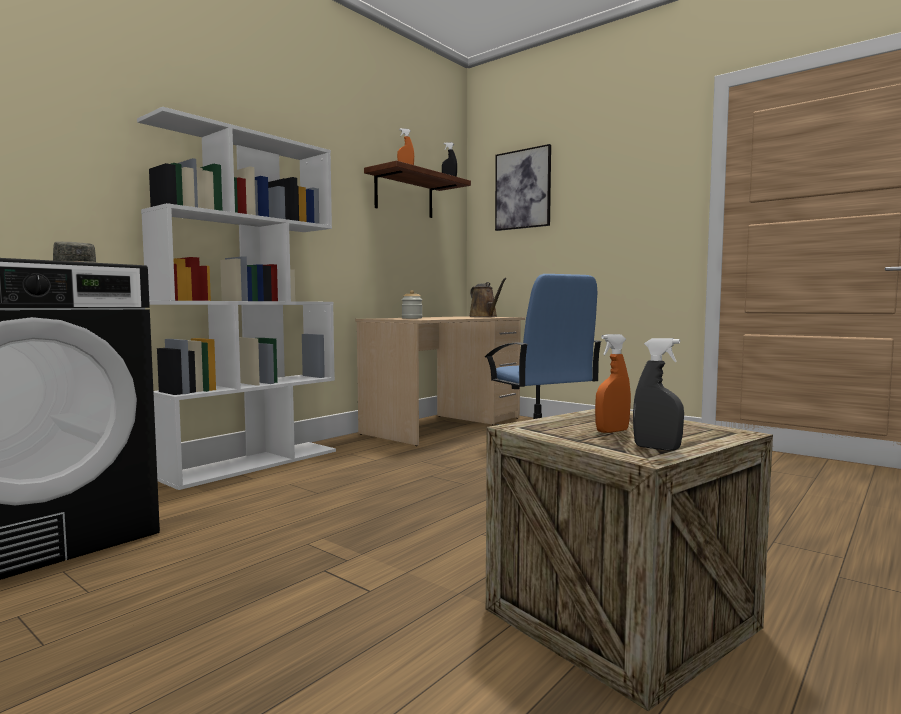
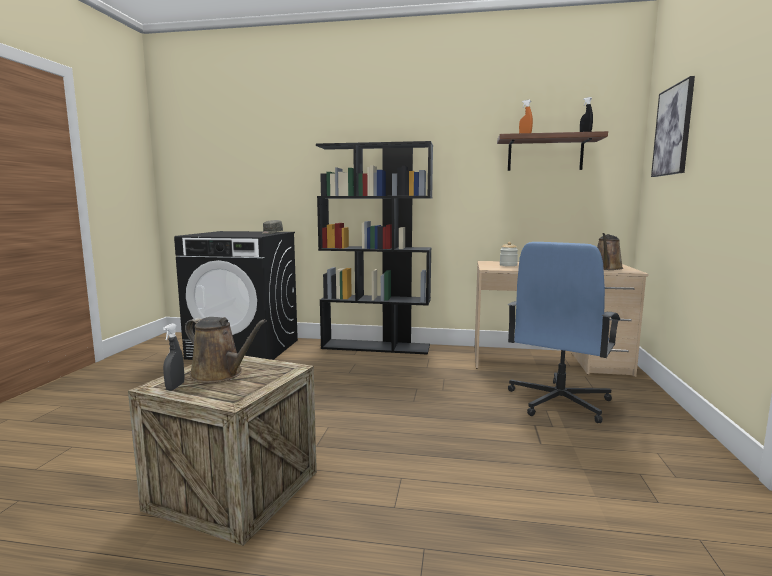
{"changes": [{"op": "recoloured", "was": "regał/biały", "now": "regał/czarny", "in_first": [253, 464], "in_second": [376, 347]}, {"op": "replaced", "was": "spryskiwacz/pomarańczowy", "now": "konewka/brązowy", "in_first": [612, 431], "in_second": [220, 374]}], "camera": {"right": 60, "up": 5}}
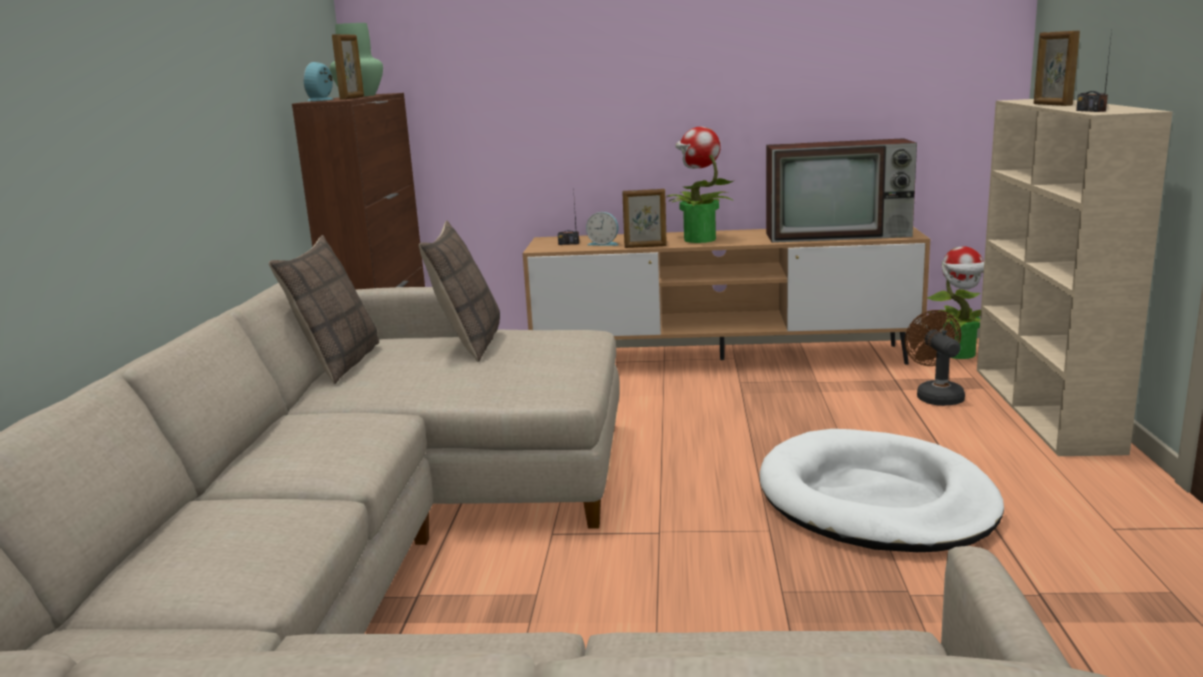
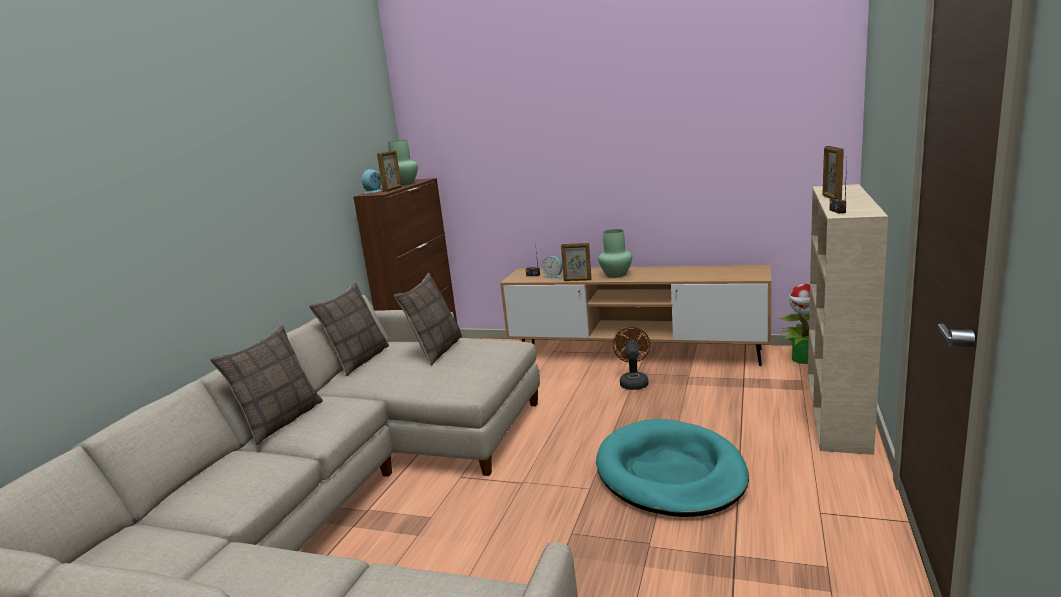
{"changes": [{"op": "replaced", "was": "roślina doniczkowa", "now": "wazon/zielony", "in_first": [699, 239], "in_second": [616, 275]}, {"op": "recoloured", "was": "legowisko/biały", "now": "legowisko/turkusowy", "in_first": [875, 500], "in_second": [670, 473]}, {"op": "removed", "was": "telewizor", "in_first": [840, 235]}, {"op": "moved", "was": "wentylator/brązowy", "in_first": [936, 396], "in_second": [633, 382]}, {"op": "added", "now": "poduszka", "in_second": [280, 421]}], "camera": {"right": 15, "up": 0}}
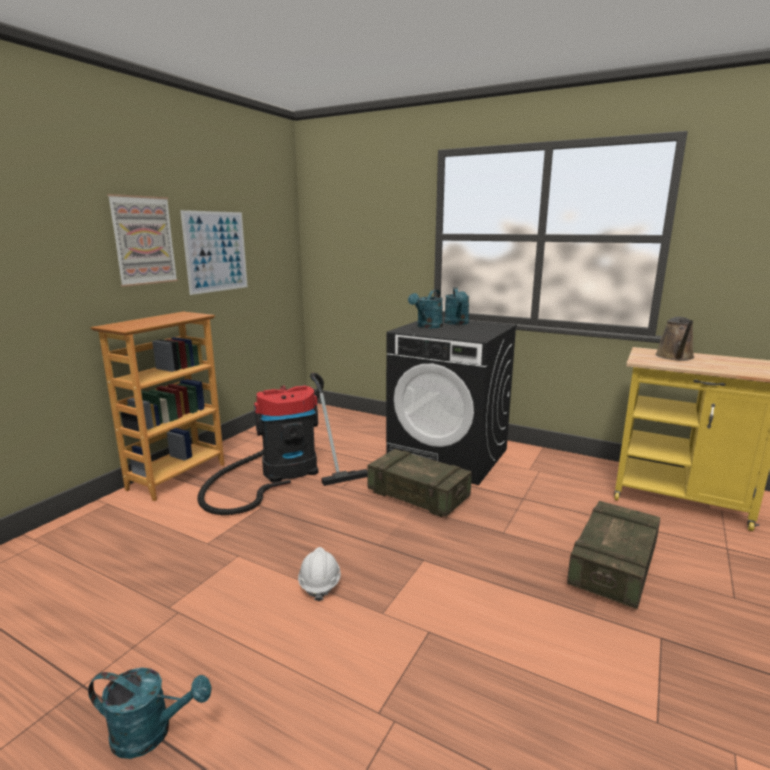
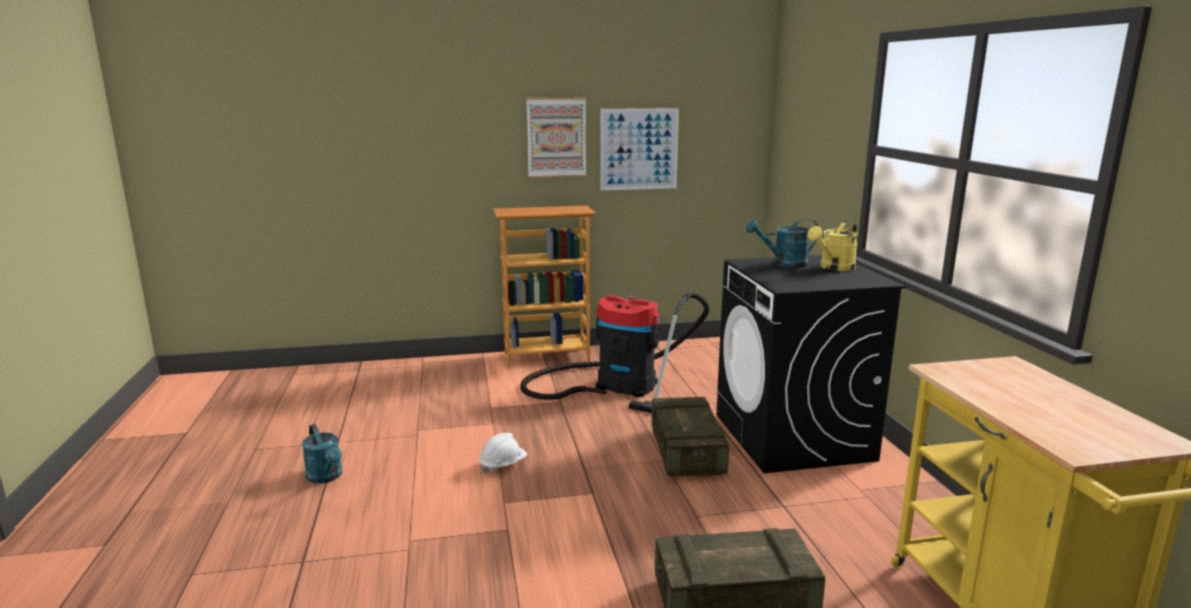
{"changes": [{"op": "recoloured", "was": "konewka/turkusowy", "now": "konewka/żółty", "in_first": [457, 323], "in_second": [833, 268]}, {"op": "removed", "was": "konewka/brązowy", "in_first": [675, 357]}], "camera": {"right": 50, "up": 0}}
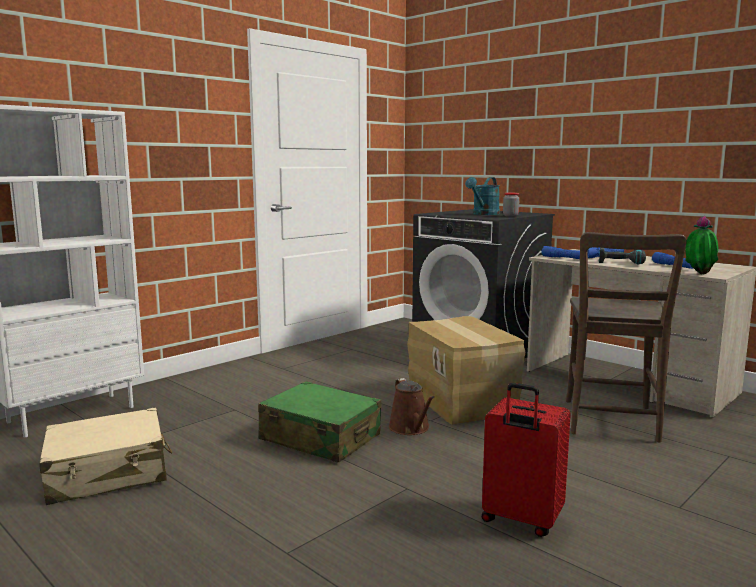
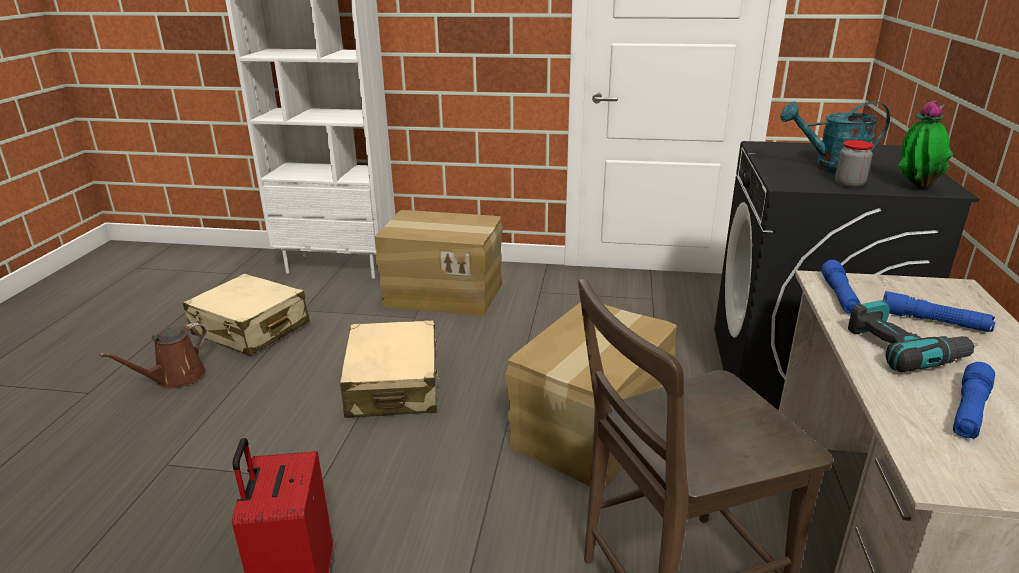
{"changes": [{"op": "recoloured", "was": "walizka/zielony", "now": "walizka/beżowy", "in_first": [320, 438], "in_second": [393, 385]}, {"op": "moved", "was": "konewka/brązowy", "in_first": [411, 428], "in_second": [176, 378]}, {"op": "moved", "was": "roślina doniczkowa", "in_first": [698, 274], "in_second": [915, 187]}, {"op": "added", "now": "karton", "in_second": [444, 293]}], "camera": {"right": 55, "up": 15}}
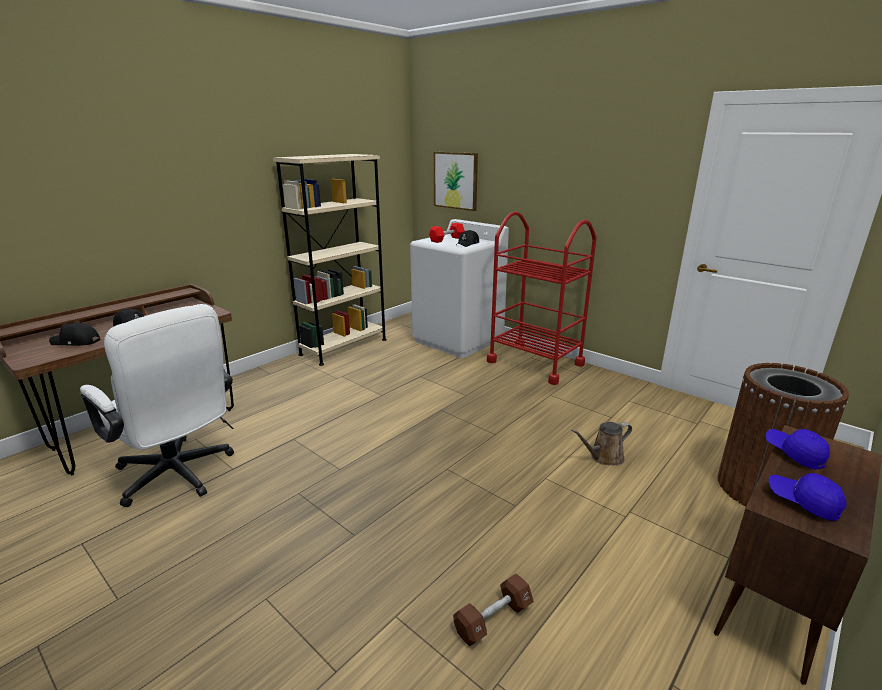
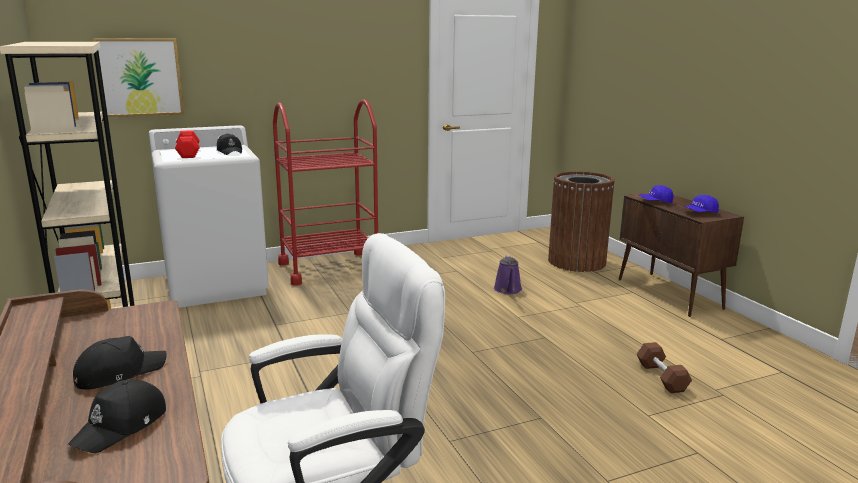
{"changes": [{"op": "recoloured", "was": "konewka/brązowy", "now": "konewka/fioletowy", "in_first": [603, 457], "in_second": [508, 290]}], "camera": {"right": -65, "up": -5}}
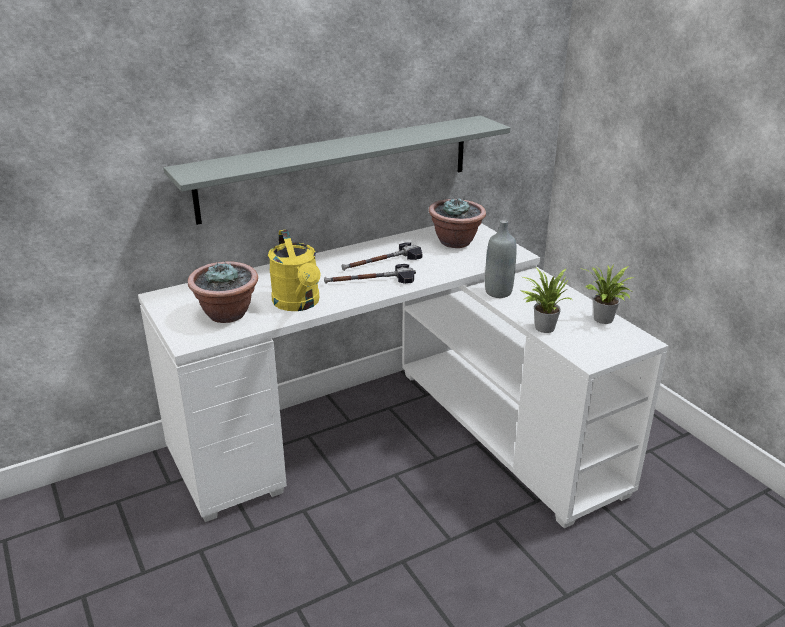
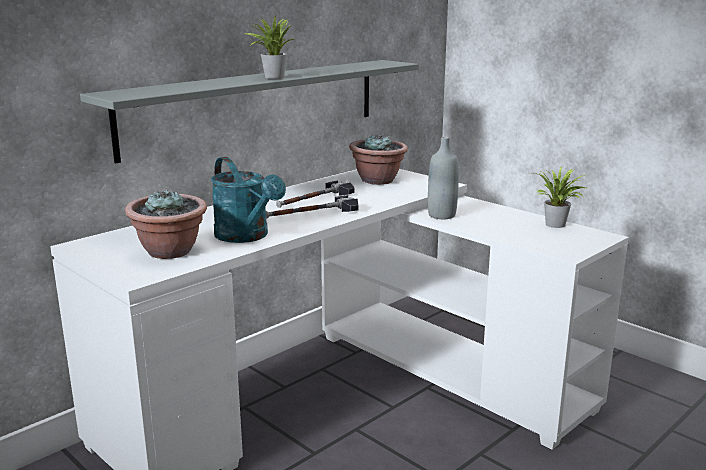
{"changes": [{"op": "recoloured", "was": "konewka/żółty", "now": "konewka/turkusowy", "in_first": [298, 304], "in_second": [247, 236]}, {"op": "moved", "was": "roślina doniczkowa", "in_first": [542, 327], "in_second": [272, 77]}], "camera": {"right": -15, "up": -10}}
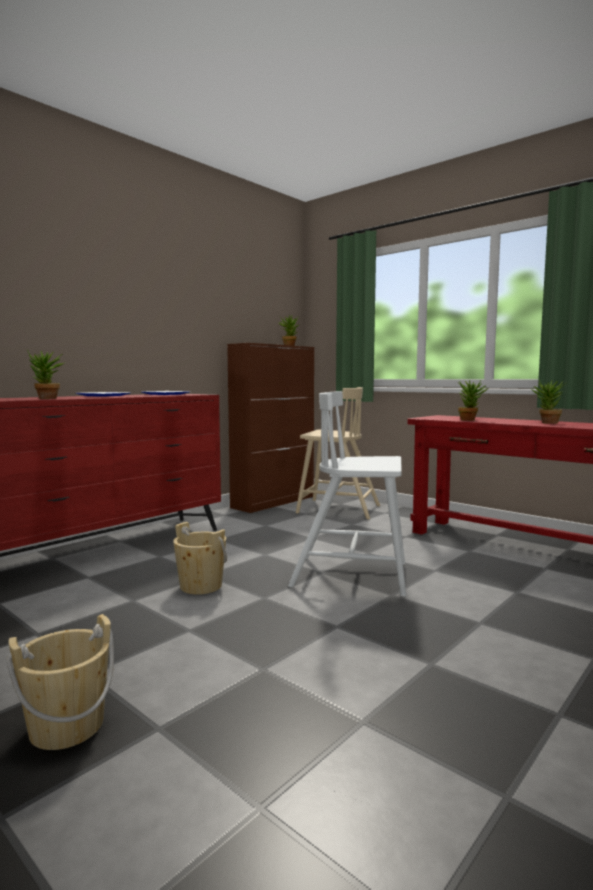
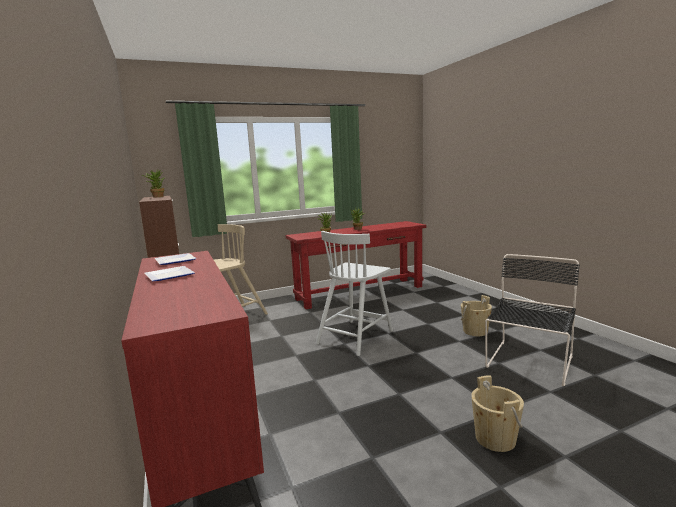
{"changes": [{"op": "removed", "was": "roślina doniczkowa", "in_first": [47, 398]}, {"op": "moved", "was": "wiadro/beżowy", "in_first": [201, 586], "in_second": [475, 331]}, {"op": "added", "now": "krzesło/czarny", "in_second": [529, 363]}], "camera": {"right": -65, "up": 5}}
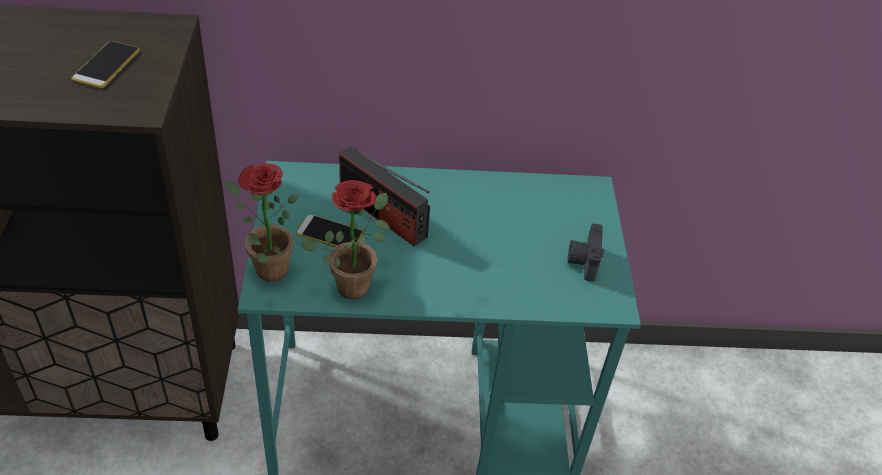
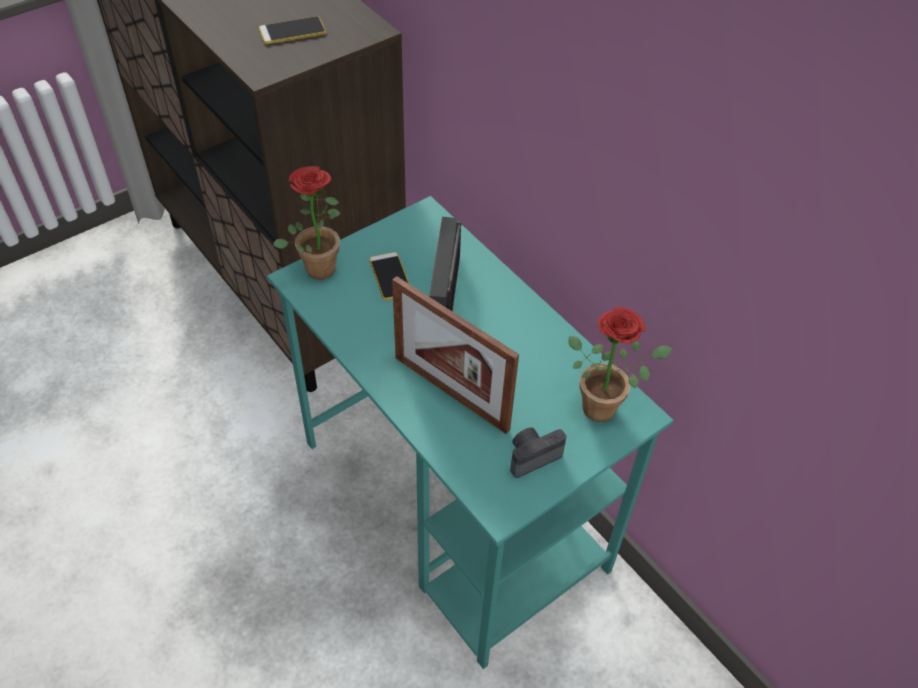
{"changes": [{"op": "moved", "was": "roślina doniczkowa", "in_first": [355, 281], "in_second": [605, 406]}, {"op": "added", "now": "ramka na zdjęcie", "in_second": [451, 393]}], "camera": {"right": 55, "up": 5}}
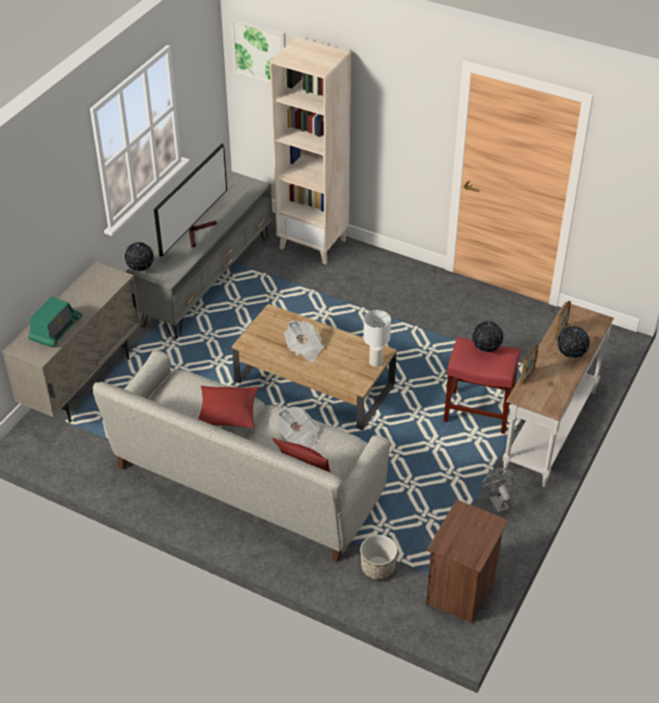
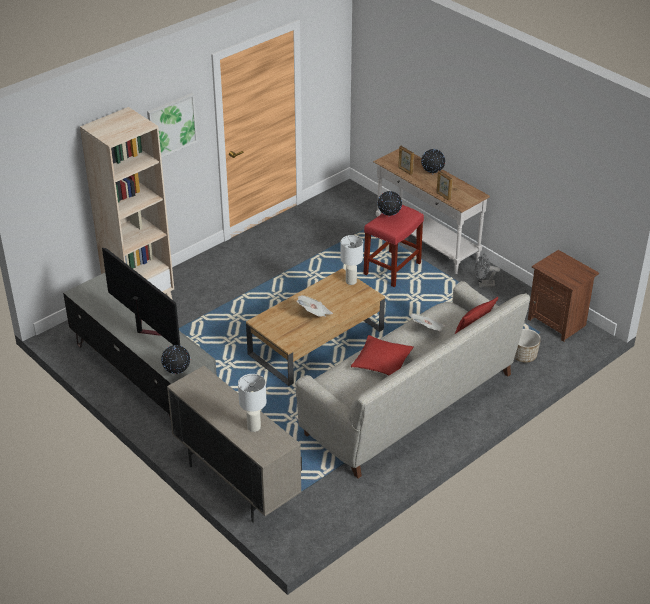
{"changes": [{"op": "replaced", "was": "radio", "now": "lampa stołowa/biały", "in_first": [55, 330], "in_second": [253, 427]}, {"op": "moved", "was": "obraz", "in_first": [260, 51], "in_second": [171, 126]}], "camera": {"right": -70, "up": -5}}
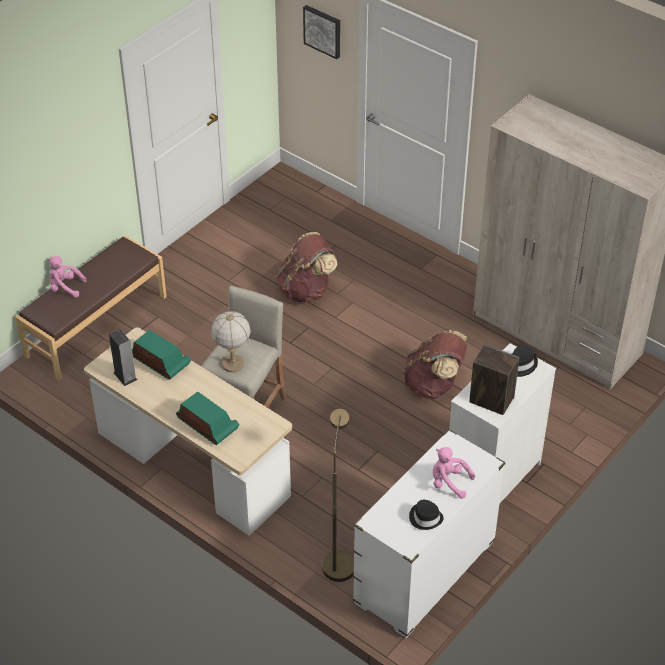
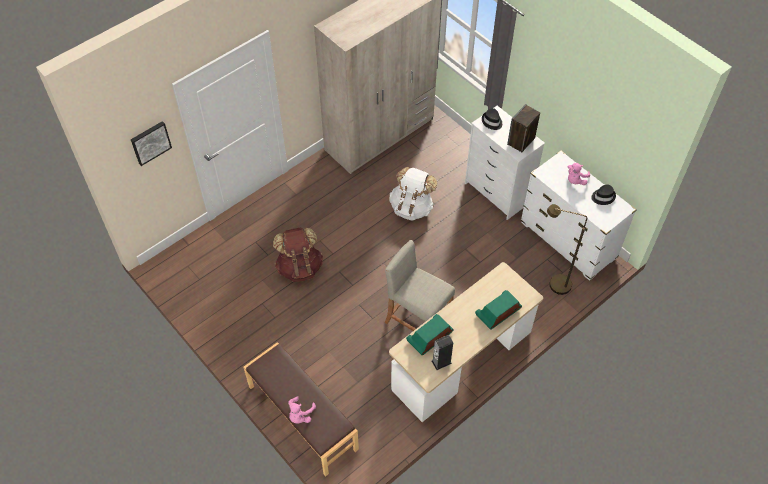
{"changes": [{"op": "removed", "was": "lampa stołowa", "in_first": [232, 364]}, {"op": "recoloured", "was": "plecak/brązowy", "now": "plecak/biały", "in_first": [434, 385], "in_second": [412, 207]}], "camera": {"right": -80, "up": 10}}
